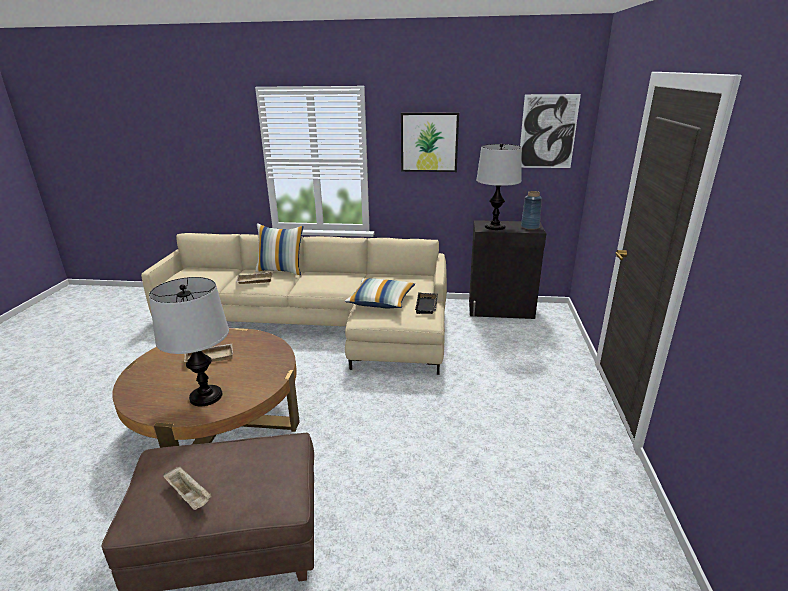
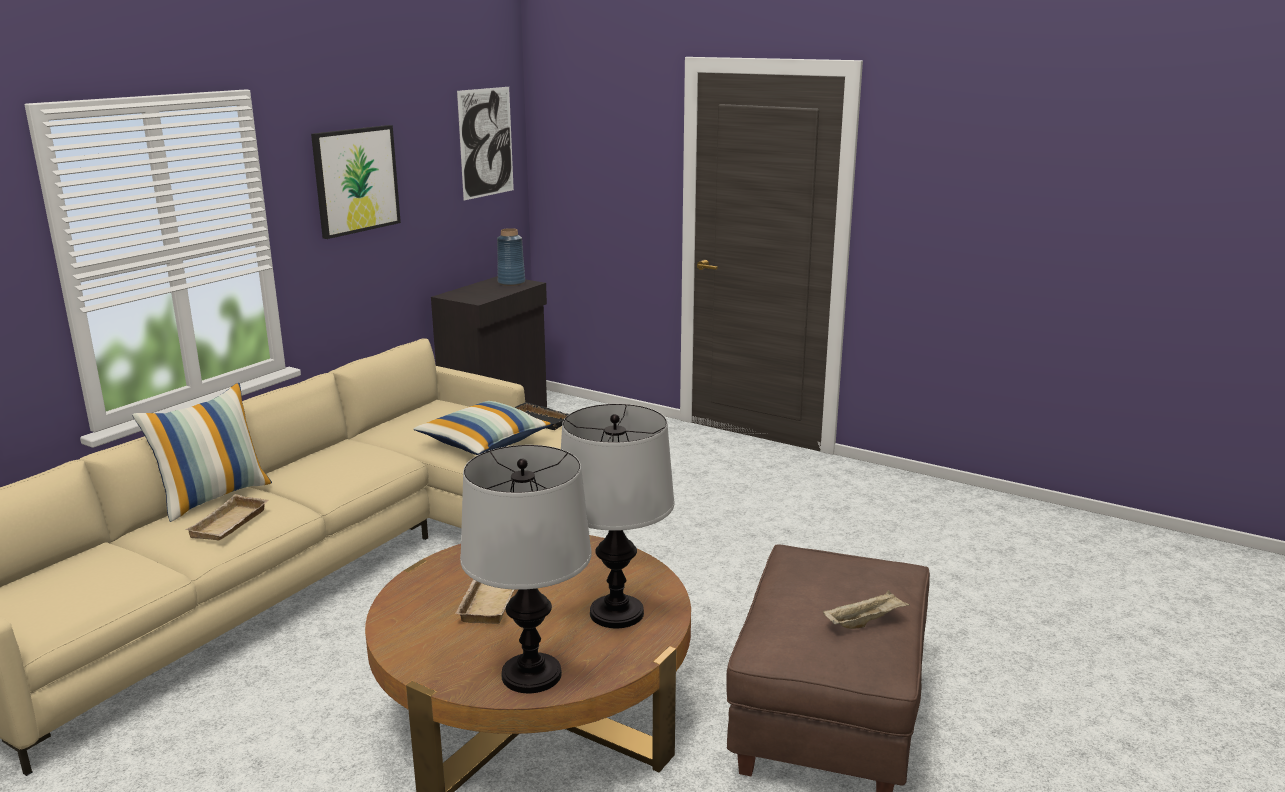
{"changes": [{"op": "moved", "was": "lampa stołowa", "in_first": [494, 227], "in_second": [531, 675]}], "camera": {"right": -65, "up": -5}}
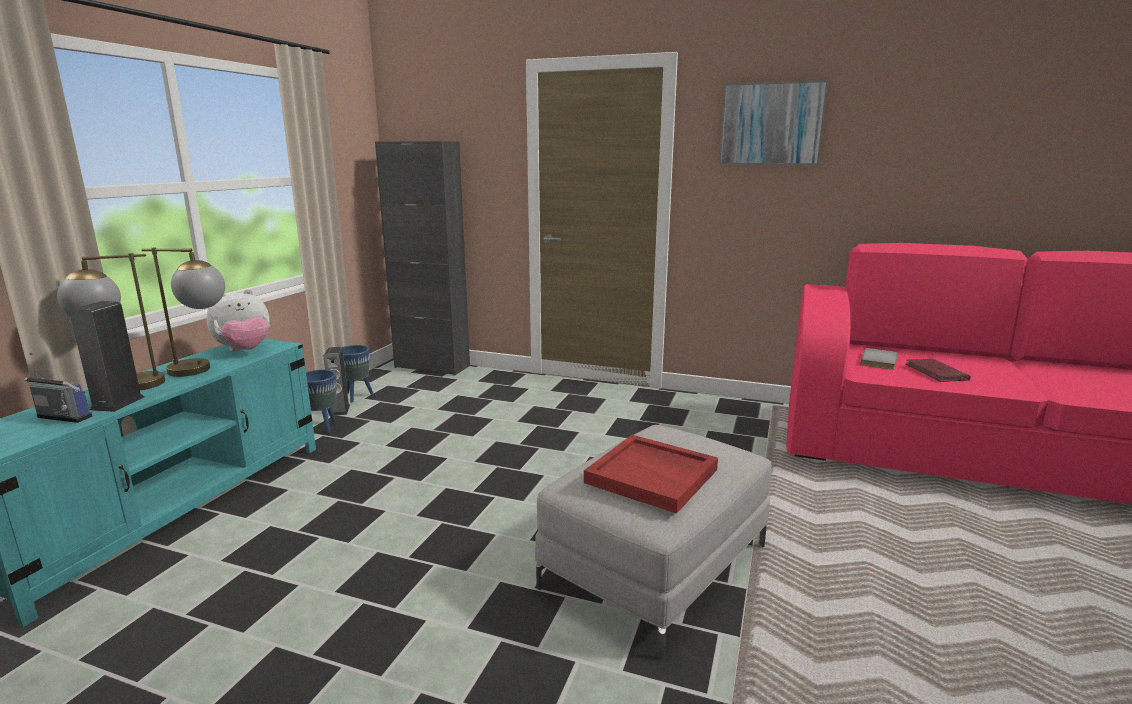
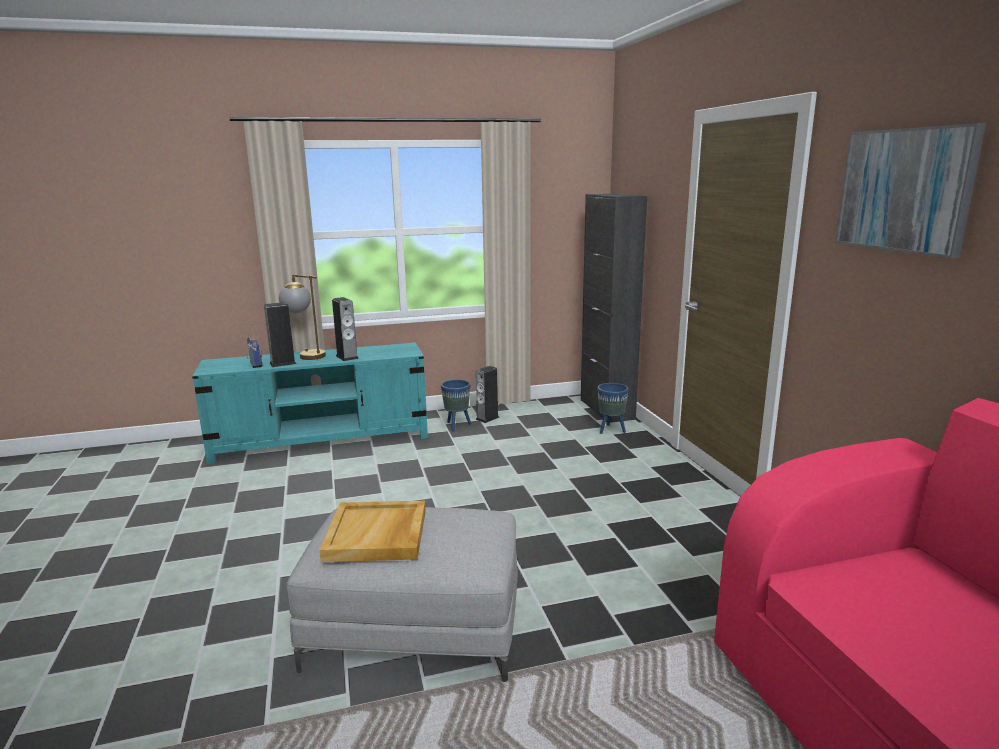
{"changes": [{"op": "replaced", "was": "lampa stołowa", "now": "głośnik", "in_first": [203, 370], "in_second": [347, 357]}, {"op": "removed", "was": "pluszak", "in_first": [245, 351]}, {"op": "moved", "was": "donica/niebieski", "in_first": [356, 396], "in_second": [610, 430]}, {"op": "recoloured", "was": "taca/czerwony", "now": "taca/beżowy", "in_first": [653, 476], "in_second": [377, 535]}, {"op": "removed", "was": "książka/szary", "in_first": [880, 361]}, {"op": "removed", "was": "książka/czerwony", "in_first": [936, 373]}], "camera": {"right": 55, "up": 0}}
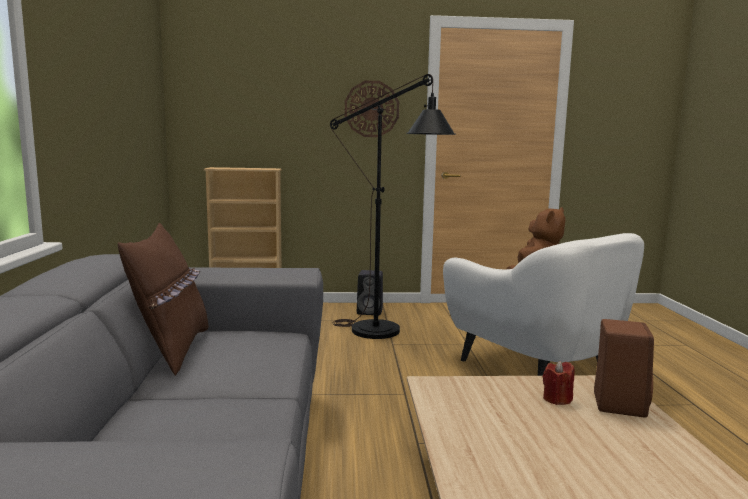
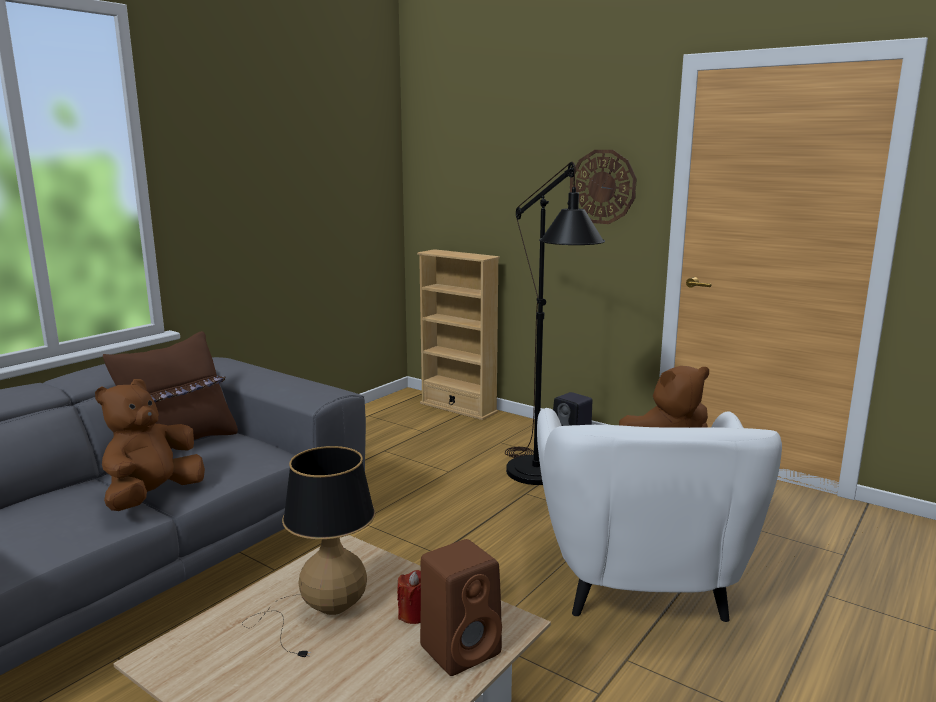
{"changes": [{"op": "added", "now": "pluszak/brązowy", "in_second": [153, 497]}, {"op": "added", "now": "lampa stołowa", "in_second": [323, 610]}], "camera": {"right": 40, "up": 5}}
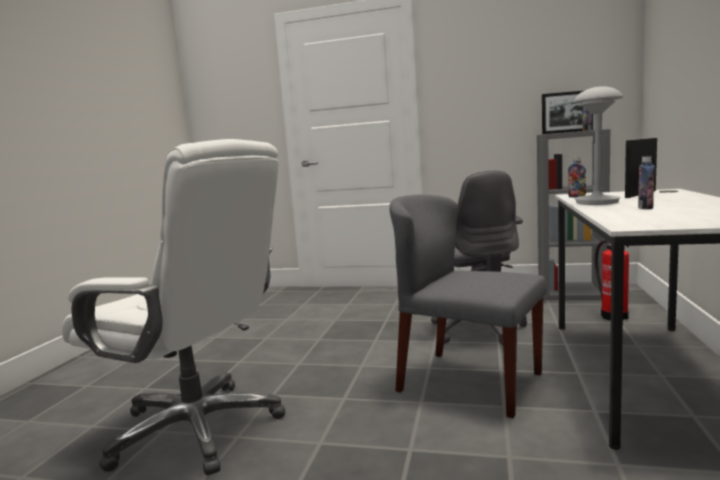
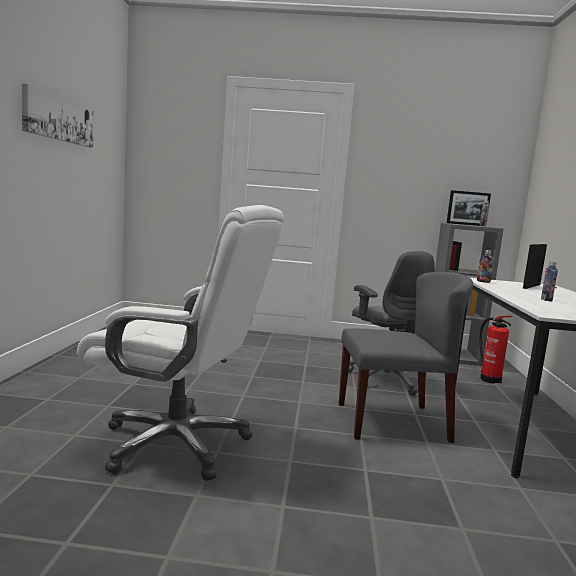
{"changes": [{"op": "turned", "was": "krzesło/szary", "in_first": [468, 382], "in_second": [393, 421], "clockwise": 150}, {"op": "removed", "was": "lampa stołowa/szary", "in_first": [596, 202]}, {"op": "added", "now": "obraz", "in_second": [59, 119]}], "camera": {"right": -10, "up": 0}}
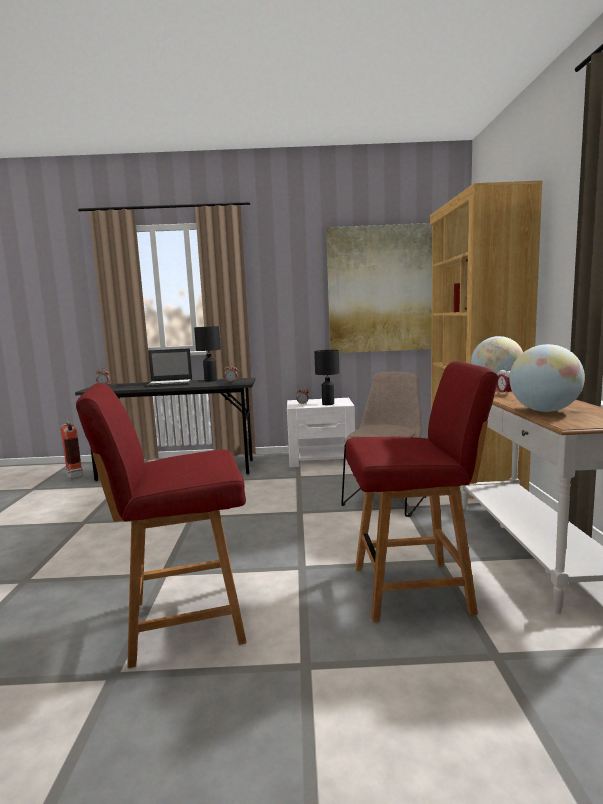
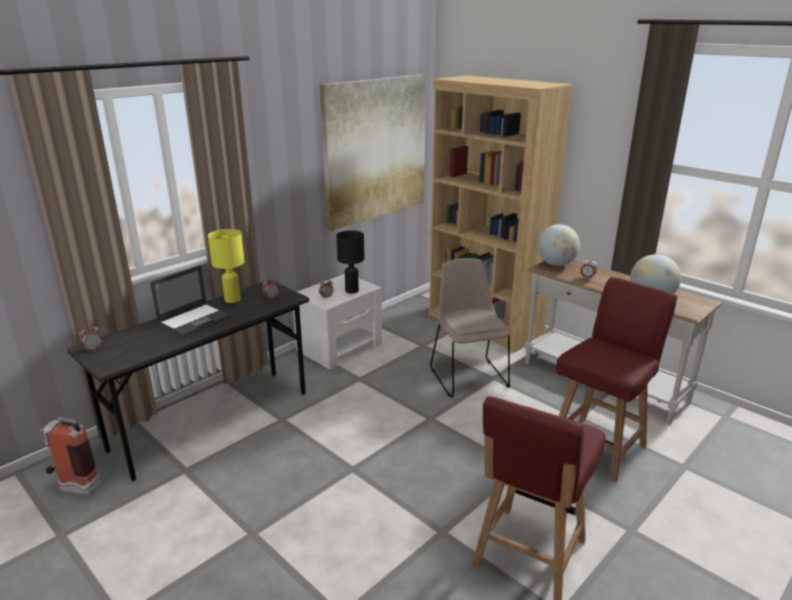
{"changes": [{"op": "recoloured", "was": "lampa stołowa/czarny", "now": "lampa stołowa/żółty", "in_first": [210, 380], "in_second": [232, 299]}], "camera": {"right": -45, "up": 15}}
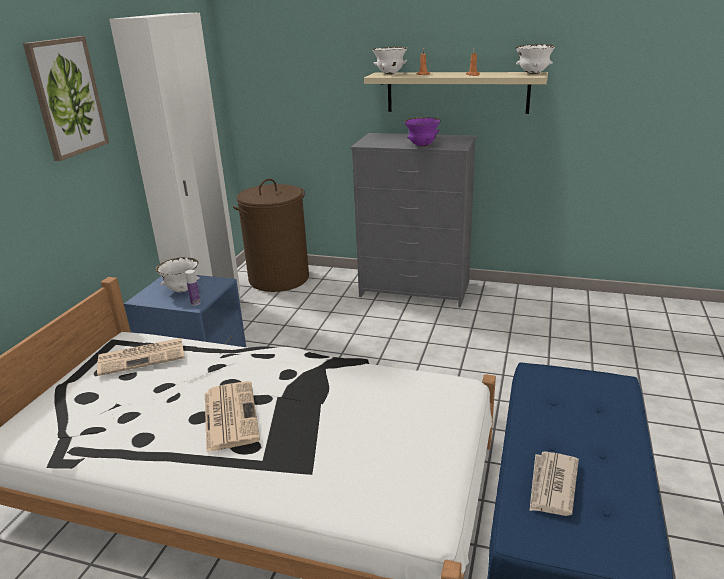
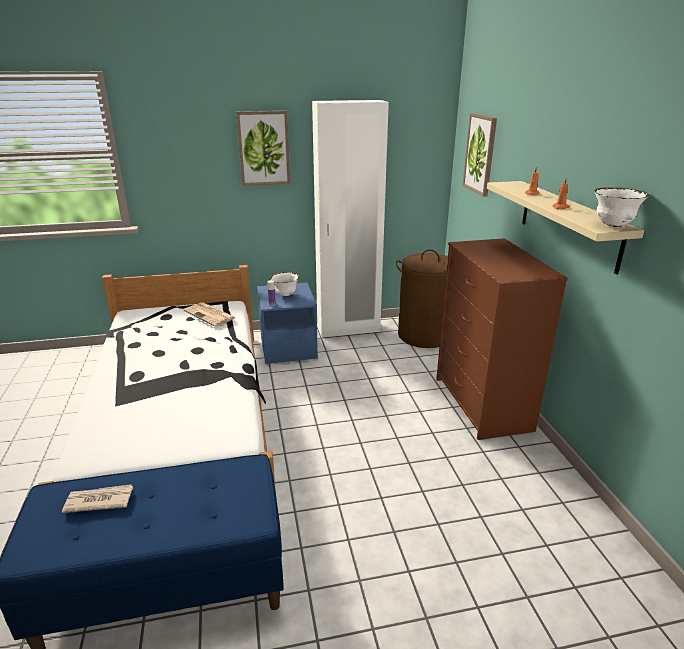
{"changes": [{"op": "removed", "was": "gazeta", "in_first": [230, 415]}, {"op": "recoloured", "was": "komoda/szary", "now": "komoda/brązowy", "in_first": [416, 289], "in_second": [482, 404]}, {"op": "removed", "was": "miska/biały", "in_first": [390, 74]}, {"op": "removed", "was": "miska/fioletowy", "in_first": [422, 145]}, {"op": "added", "now": "obraz", "in_second": [480, 154]}], "camera": {"right": 60, "up": 0}}
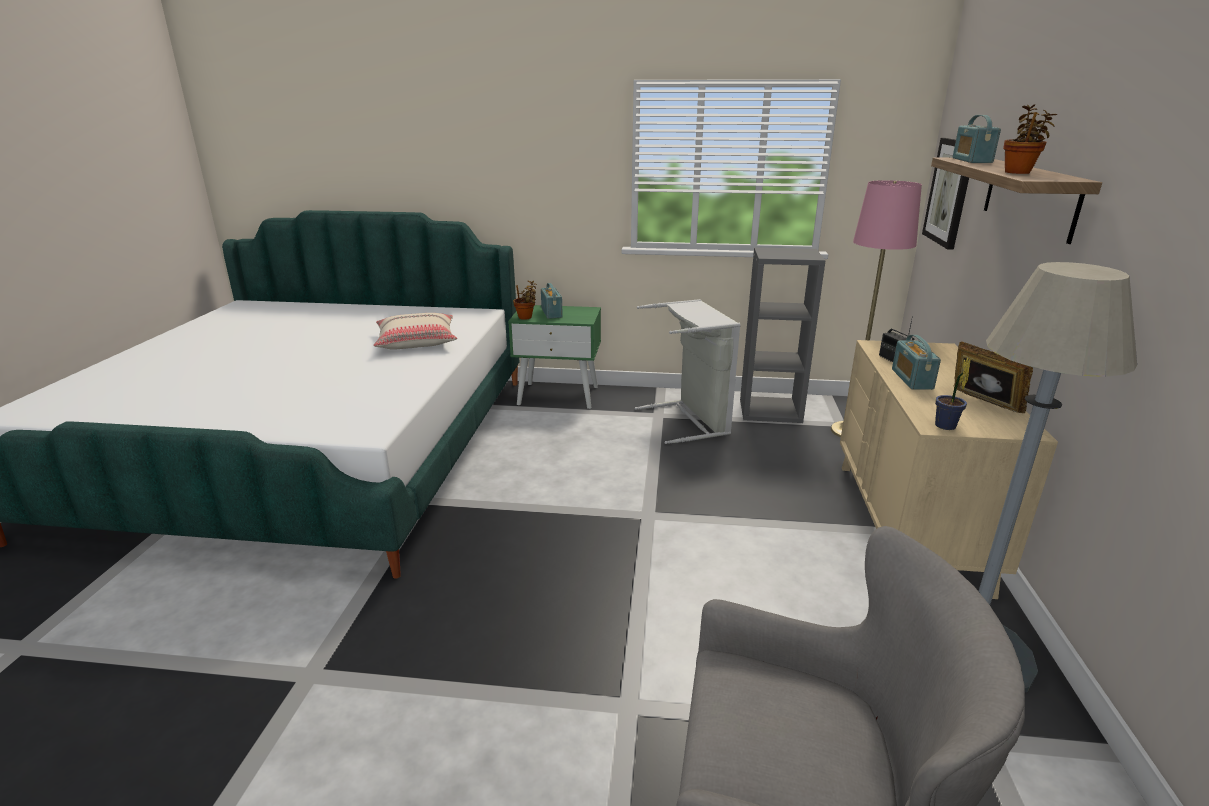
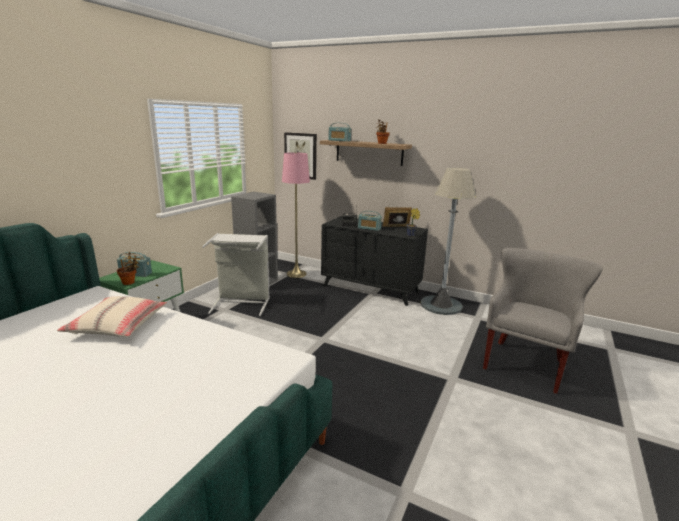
{"changes": [{"op": "recoloured", "was": "komoda/beżowy", "now": "komoda/czarny", "in_first": [908, 524], "in_second": [371, 289]}], "camera": {"right": -70, "up": -5}}
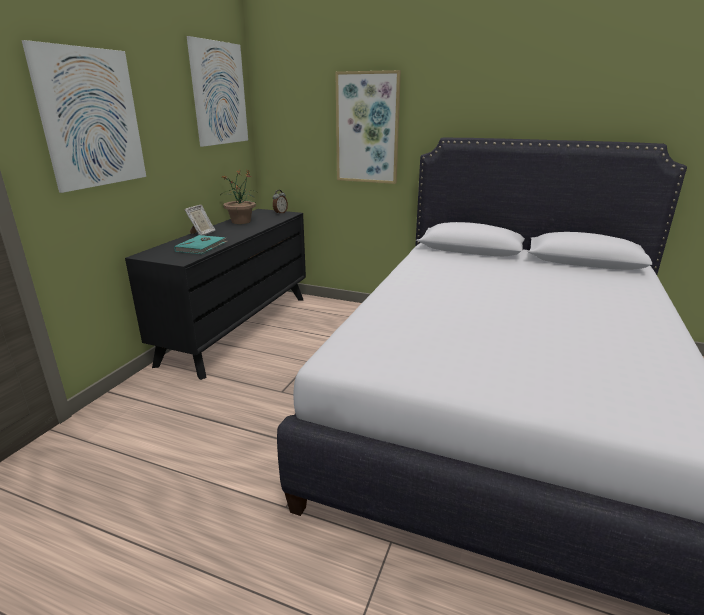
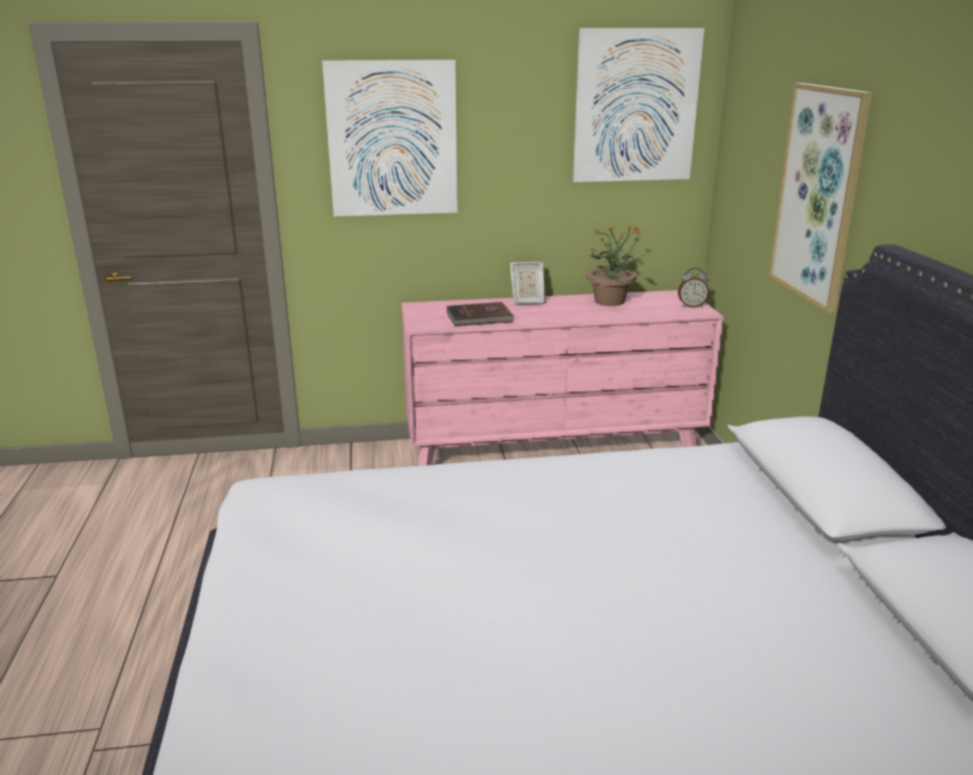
{"changes": [{"op": "recoloured", "was": "komoda/czarny", "now": "komoda/różowy", "in_first": [238, 327], "in_second": [553, 450]}, {"op": "recoloured", "was": "książka/turkusowy", "now": "książka/brązowy", "in_first": [202, 247], "in_second": [480, 317]}], "camera": {"right": 60, "up": 0}}
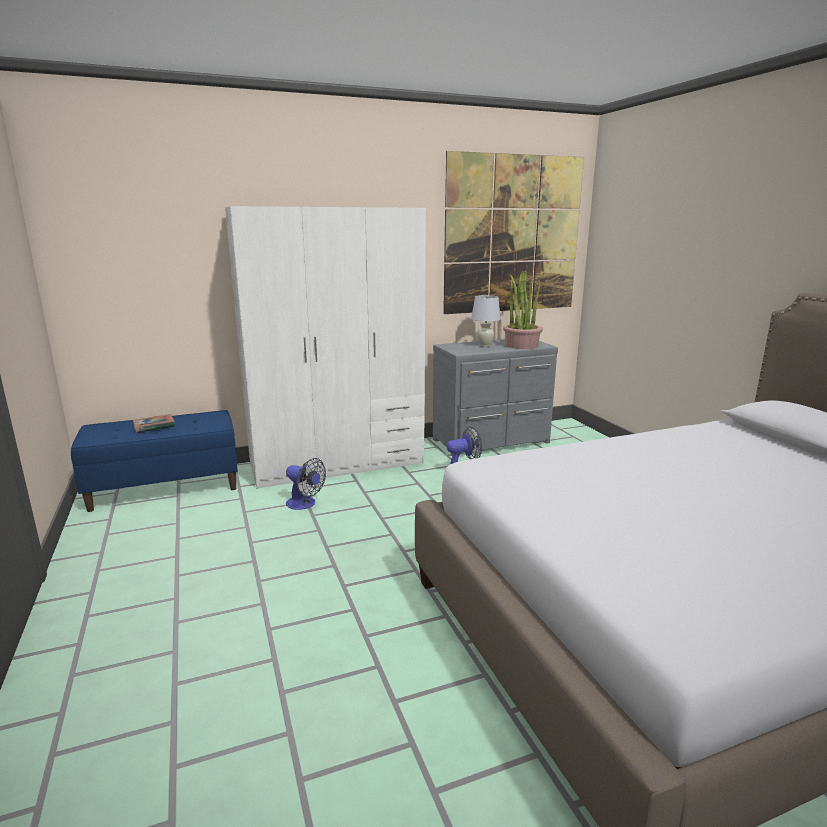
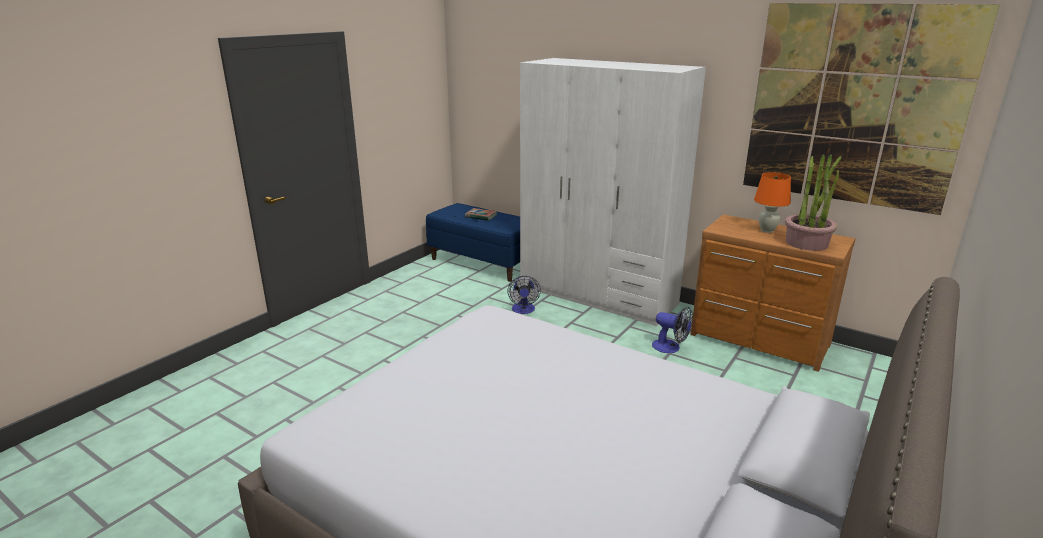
{"changes": [{"op": "recoloured", "was": "komoda/szary", "now": "komoda/brązowy", "in_first": [493, 442], "in_second": [759, 341]}, {"op": "recoloured", "was": "lampa stołowa/biały", "now": "lampa stołowa/pomarańczowy", "in_first": [484, 345], "in_second": [767, 230]}], "camera": {"right": 55, "up": 5}}
